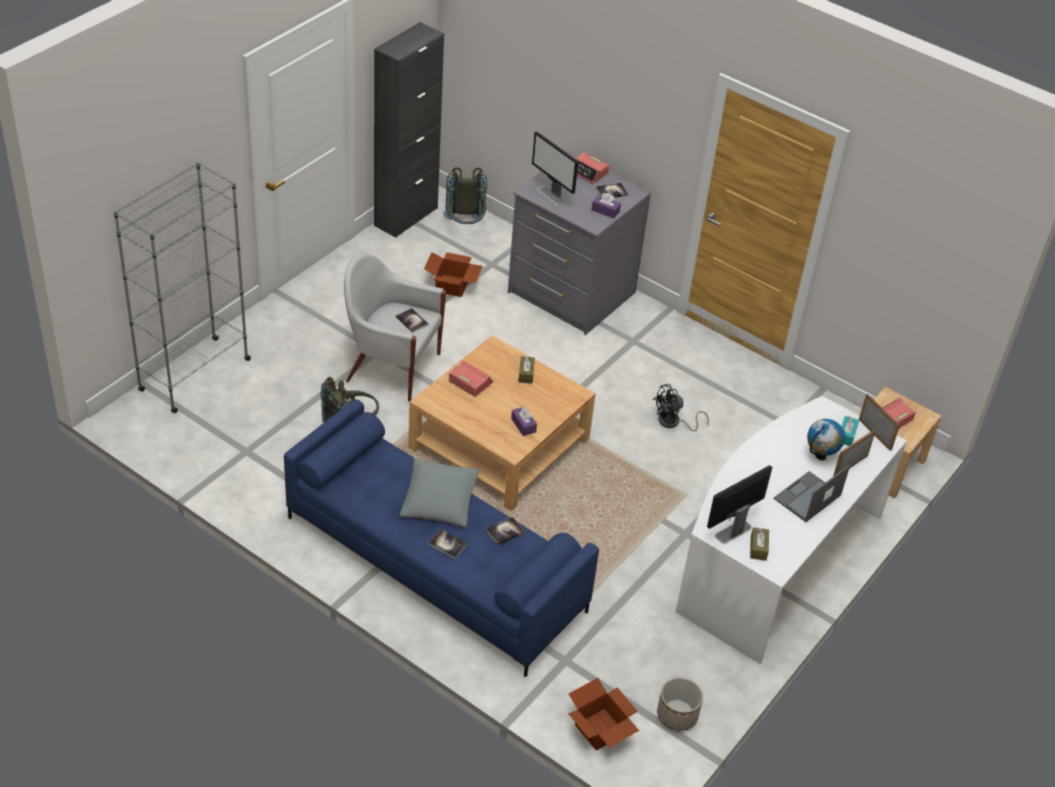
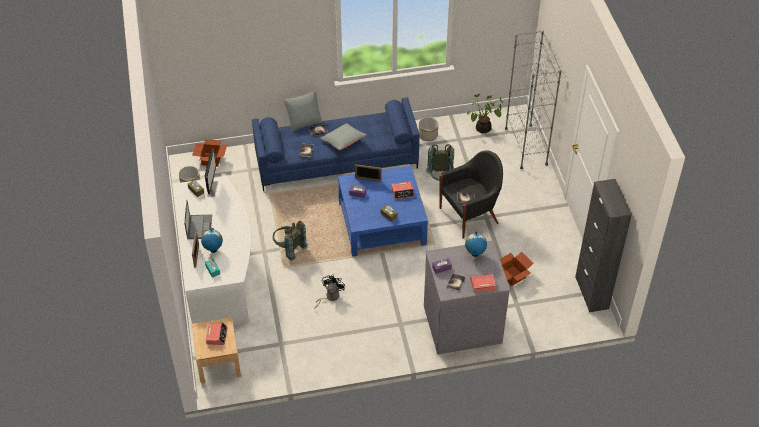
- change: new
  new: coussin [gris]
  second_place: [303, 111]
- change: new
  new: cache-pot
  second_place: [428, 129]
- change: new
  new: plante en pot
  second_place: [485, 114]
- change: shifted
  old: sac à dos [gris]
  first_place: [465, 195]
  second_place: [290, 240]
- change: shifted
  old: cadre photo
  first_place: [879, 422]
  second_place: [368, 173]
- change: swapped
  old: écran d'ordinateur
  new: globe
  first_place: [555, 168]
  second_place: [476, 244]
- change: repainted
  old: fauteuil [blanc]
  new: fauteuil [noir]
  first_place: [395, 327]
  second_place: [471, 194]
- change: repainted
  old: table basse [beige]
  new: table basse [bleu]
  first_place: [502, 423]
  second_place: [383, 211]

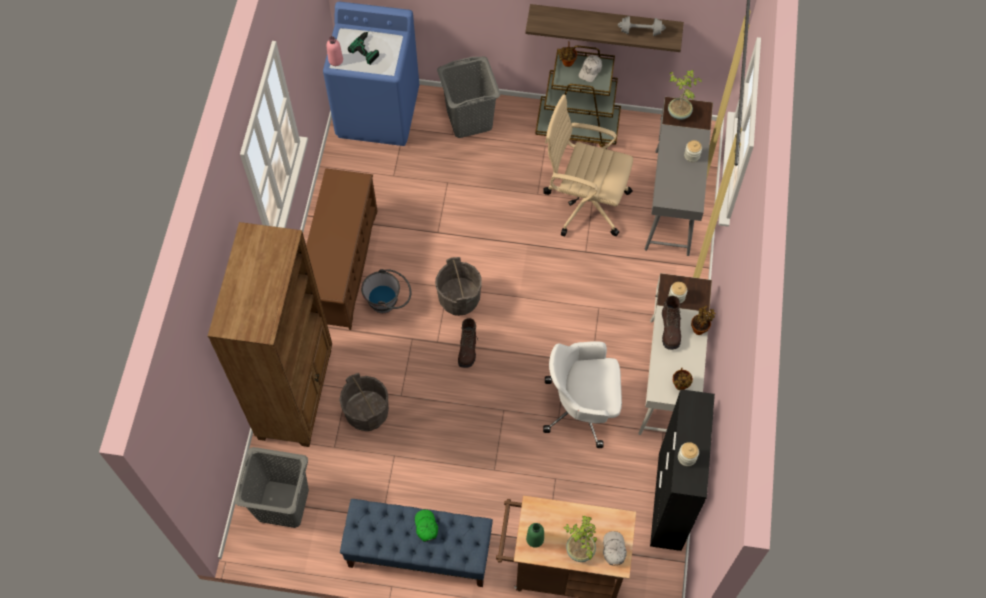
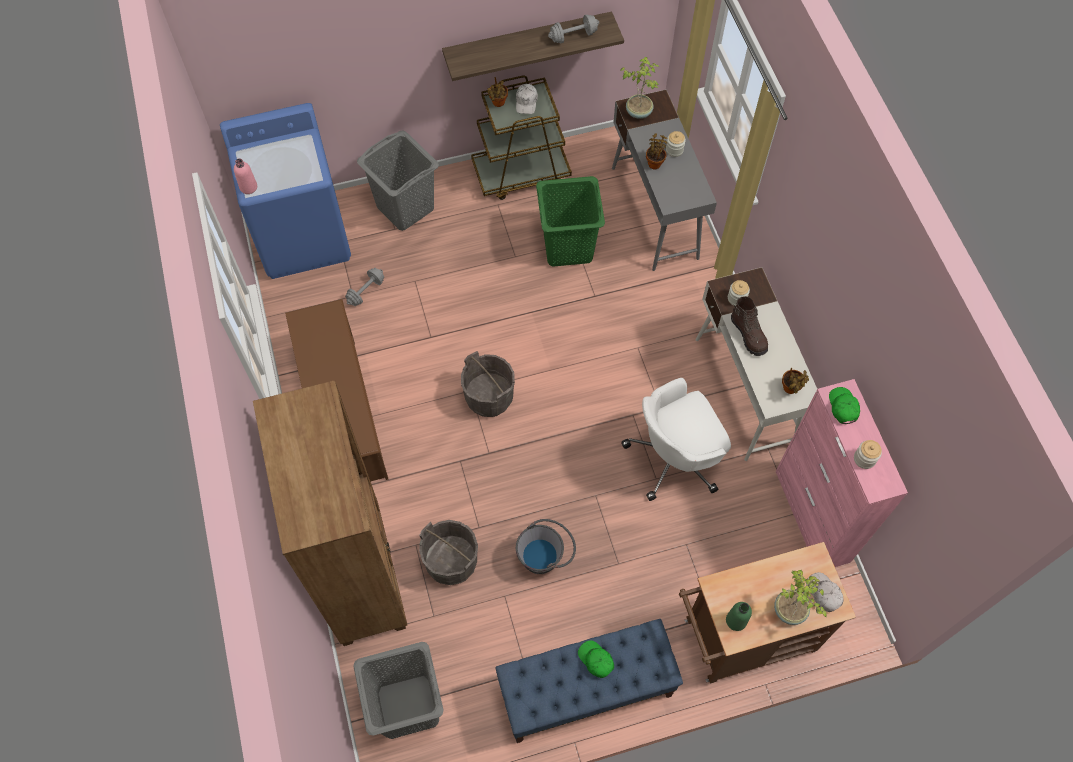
- change: gone
  old: perceuse
  first_place: [363, 47]
- change: gone
  old: botte [marron]
  first_place: [468, 343]
- change: new
  new: haltère [gris]
  second_place: [364, 287]
- change: new
  new: casquette [vert]
  second_place: [844, 405]
- change: shifted
  old: seau [gris]
  first_place: [386, 291]
  second_place: [546, 546]
- change: shifted
  old: plante en pot
  first_place: [703, 320]
  second_place: [657, 151]
- change: swapped
  old: chaise de bureau [beige]
  new: panier à linge [vert]
  first_place: [588, 165]
  second_place: [570, 221]
- change: repainted
  old: meuble de rangement [noir]
  new: meuble de rangement [rose]
  first_place: [682, 470]
  second_place: [841, 473]

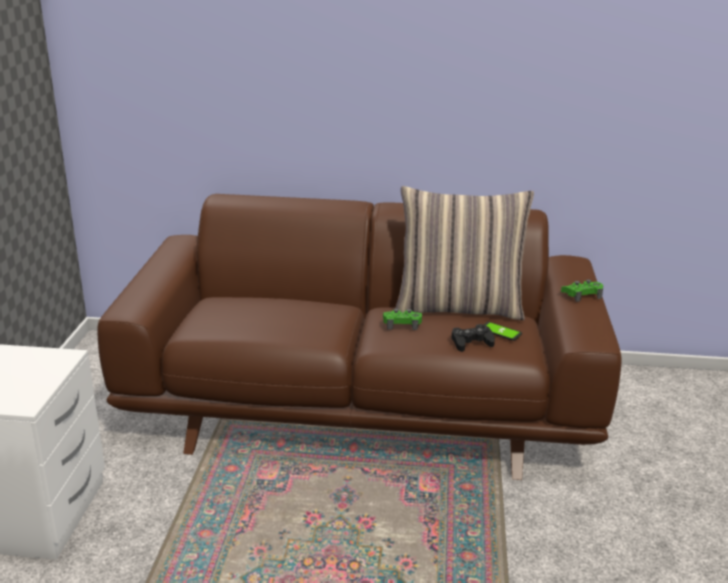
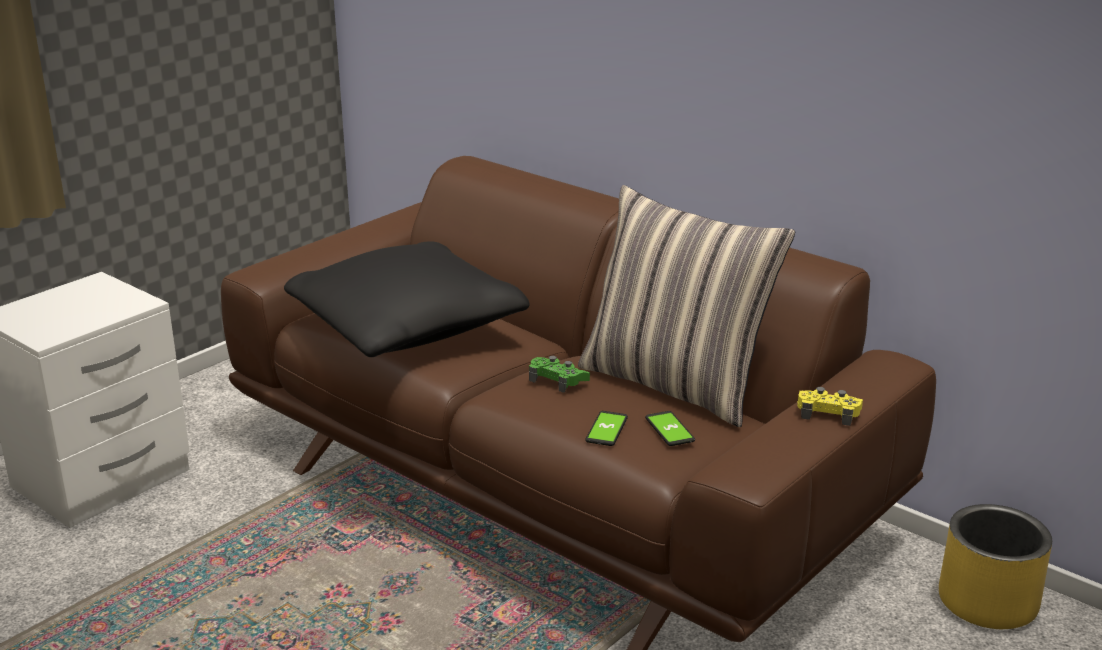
- change: new
  new: coussin [noir]
  second_place: [407, 299]
- change: new
  new: cache-pot [jaune]
  second_place: [995, 566]
- change: swapped
  old: manette [noir]
  new: téléphone
  first_place: [473, 338]
  second_place: [606, 428]
- change: repainted
  old: manette [vert]
  new: manette [jaune]
  first_place: [582, 290]
  second_place: [830, 406]

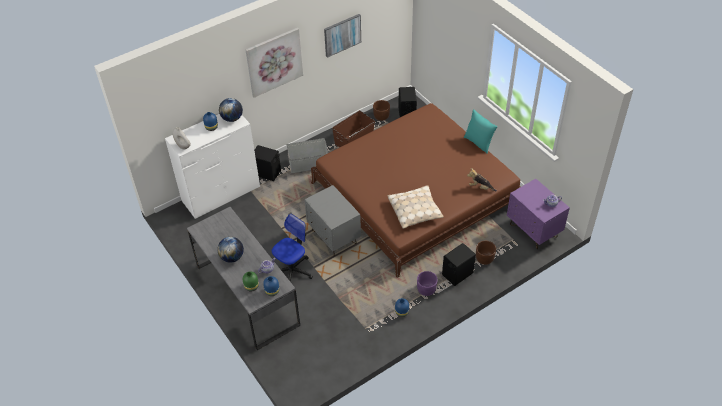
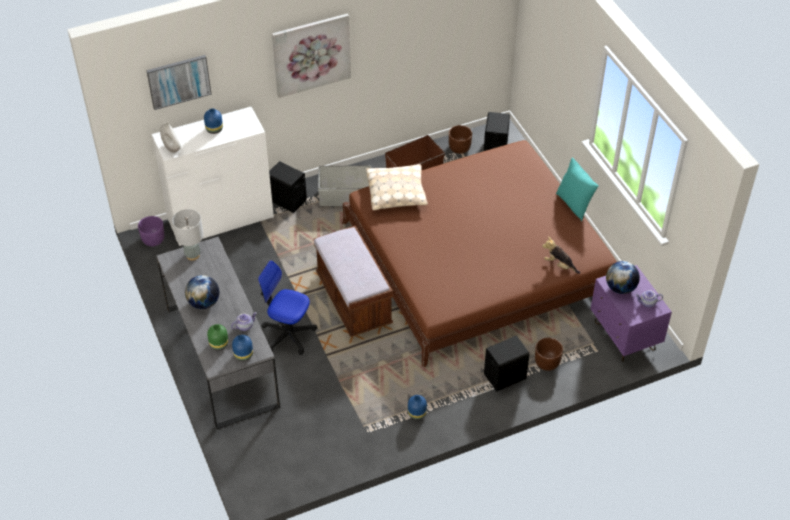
- change: new
  new: lampe de table [gris]
  second_place: [188, 234]
- change: shifted
  old: globe
  first_place: [231, 110]
  second_place: [623, 277]
- change: shifted
  old: tableau
  first_place: [342, 36]
  second_place: [179, 82]
- change: shifted
  old: coussin [beige]
  first_place: [416, 207]
  second_place: [397, 187]
- change: shifted
  old: cache-pot [violet]
  first_place: [427, 283]
  second_place: [151, 231]
- change: swapped
  old: table de chevet [gris]
  new: banc [marron]
  first_place: [332, 220]
  second_place: [353, 281]
- change: rotated
  old: chaise de bureau
  first_place: [292, 247]
  second_place: [287, 307]
  degrees: -120

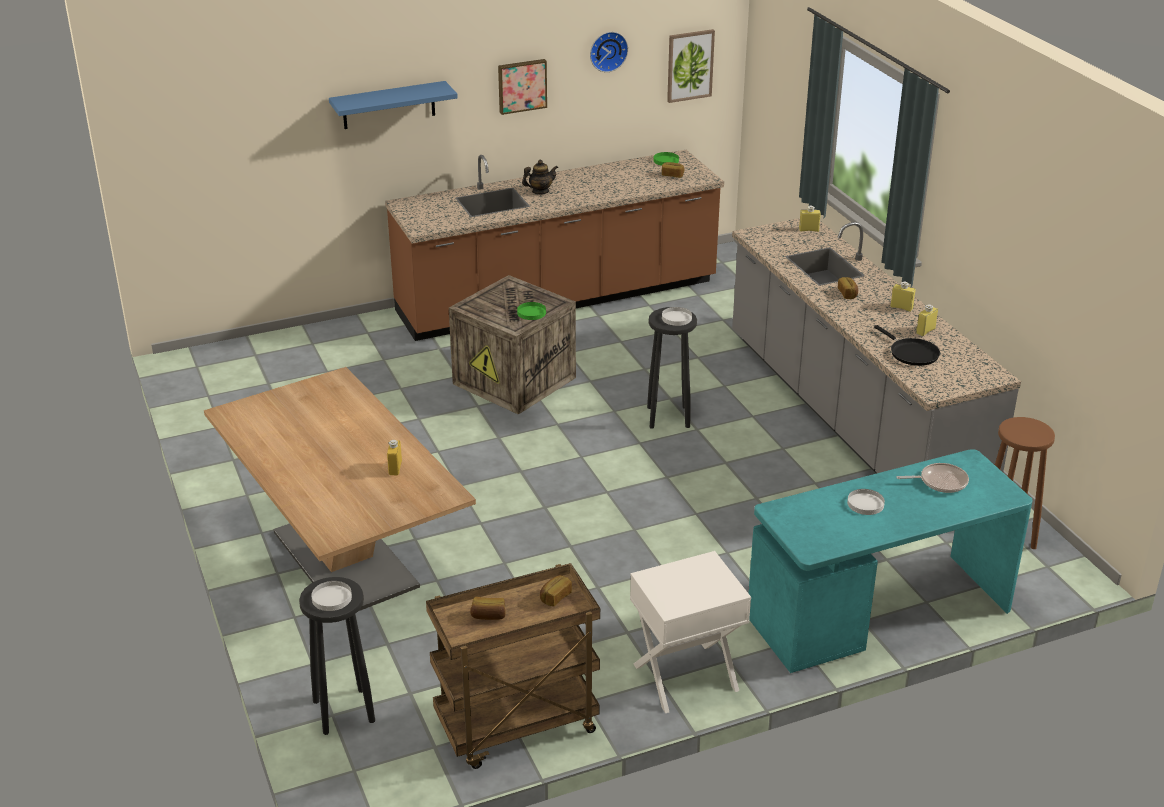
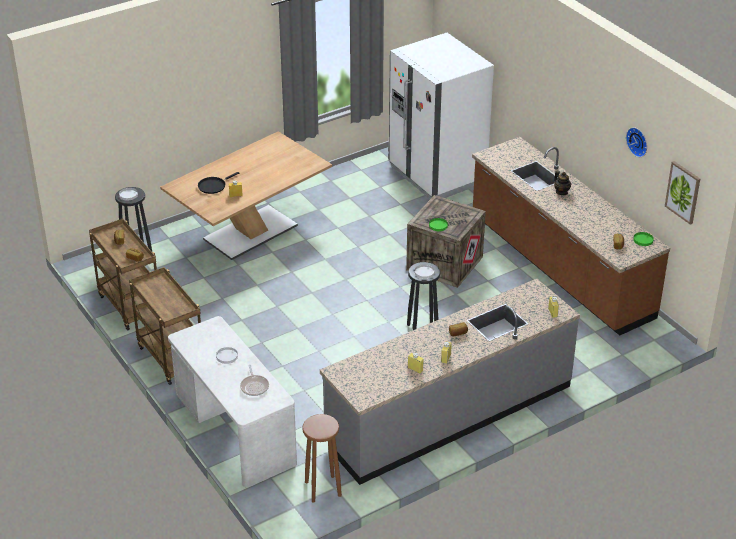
- change: gone
  old: étagère [bleu]
  first_place: [393, 105]
- change: gone
  old: tableau
  first_place: [522, 87]
- change: new
  new: réfrigérateur [blanc]
  second_place: [441, 116]
- change: shifted
  old: poêle [noir]
  first_place: [907, 345]
  second_place: [218, 183]
- change: swapped
  old: table de chevet [blanc]
  new: chariot [marron]
  first_place: [690, 632]
  second_place: [165, 326]
- change: repainted
  old: bureau [turquoise]
  new: bureau [blanc]
  first_place: [890, 561]
  second_place: [232, 401]

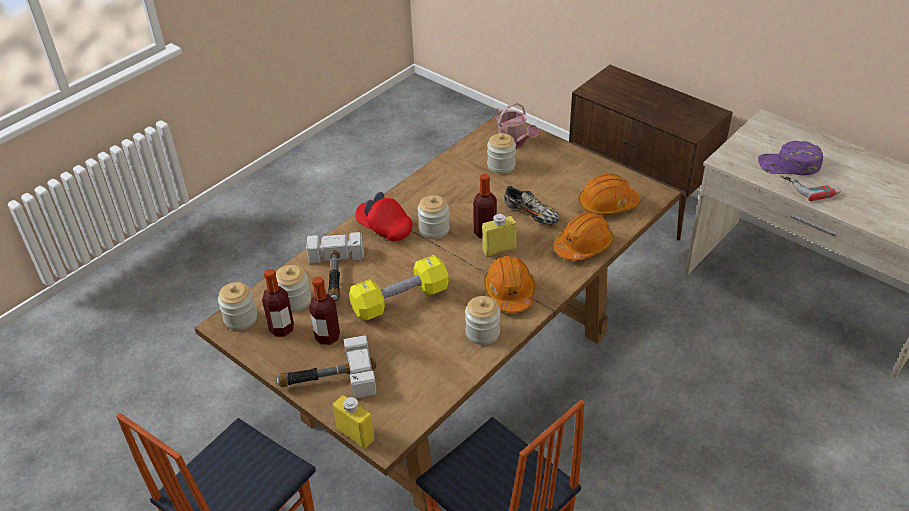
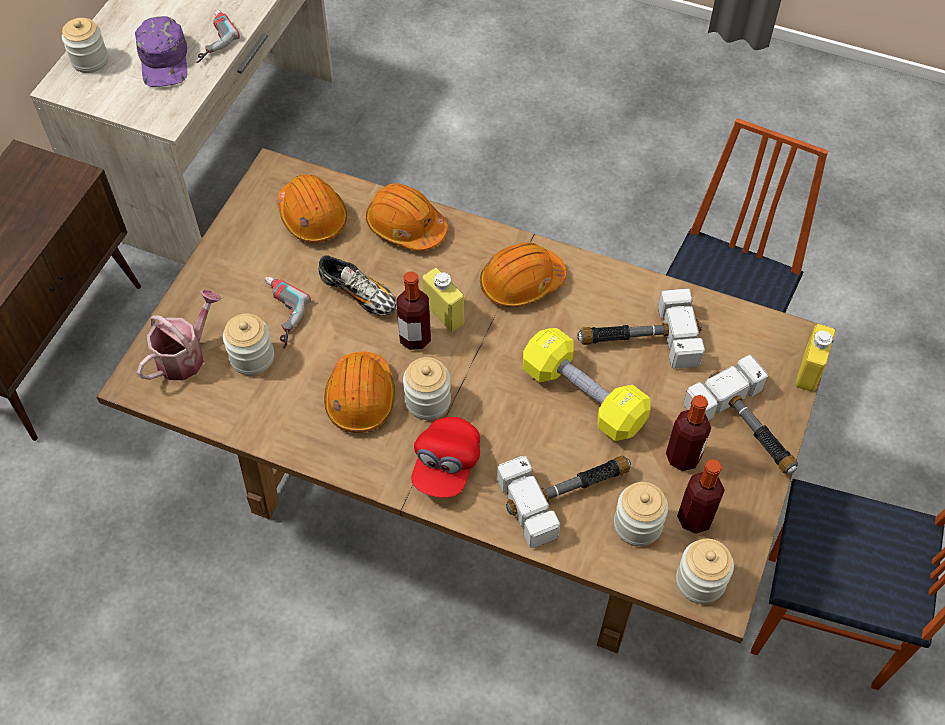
- change: new
  new: perceuse
  second_place: [288, 313]
- change: new
  new: casque de chantier [orange]
  second_place: [359, 392]
- change: new
  new: marteau
  second_place: [641, 328]
- change: shifted
  old: bocal
  first_place: [482, 320]
  second_place: [85, 45]
- change: rotated
  old: chaussure
  first_place: [532, 205]
  second_place: [357, 285]
  degrees: 105

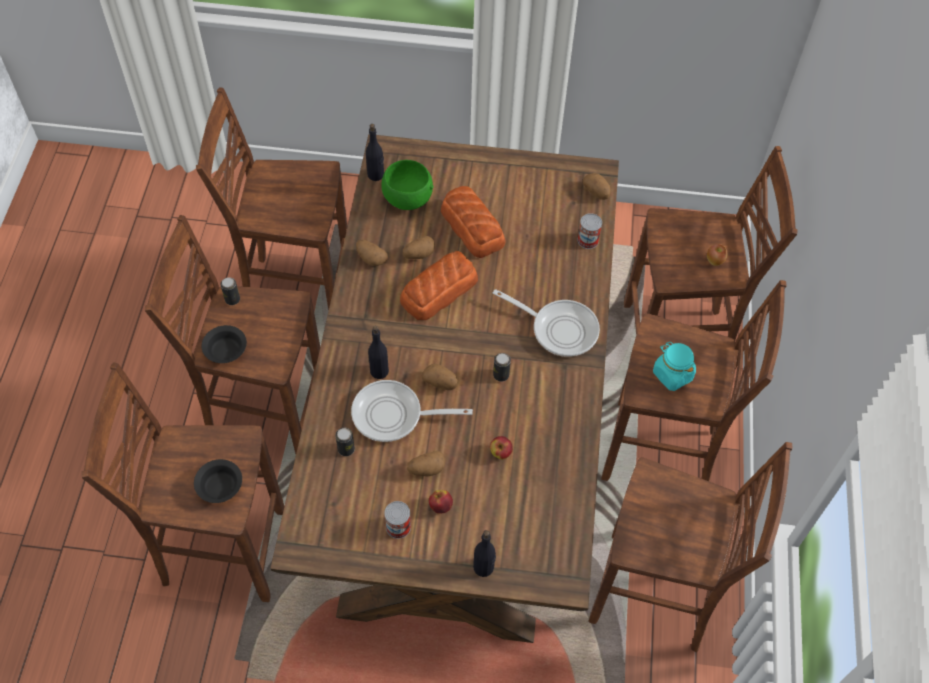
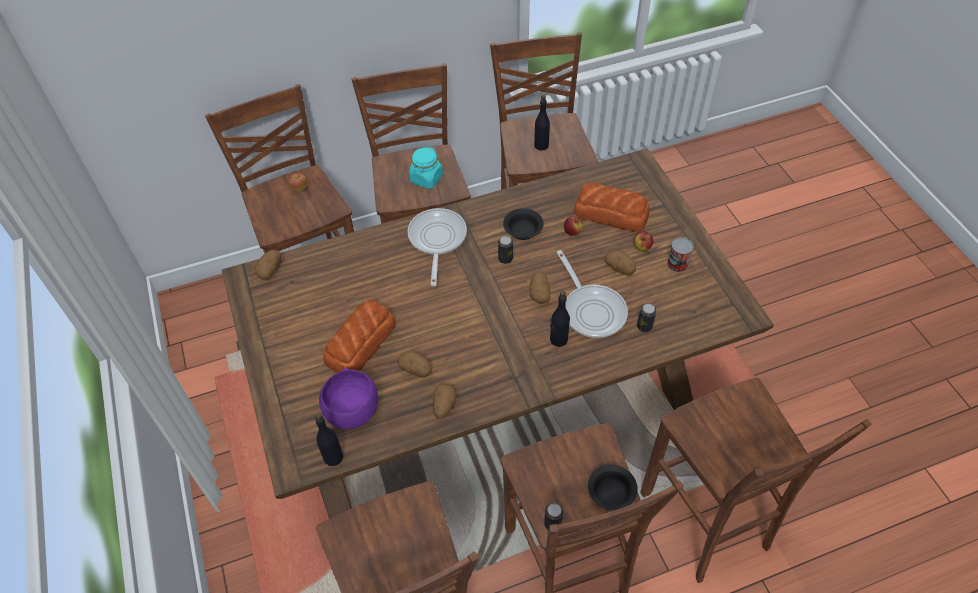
- change: gone
  old: boîte métallique
  first_place: [589, 231]
- change: shifted
  old: bol [noir]
  first_place: [218, 481]
  second_place: [523, 224]
- change: shifted
  old: pain
  first_place: [439, 285]
  second_place: [611, 207]
- change: shifted
  old: bouteille [noir]
  first_place: [484, 553]
  second_place: [542, 123]
- change: repainted
  old: bol [vert]
  new: bol [violet]
  first_place: [407, 185]
  second_place: [348, 398]

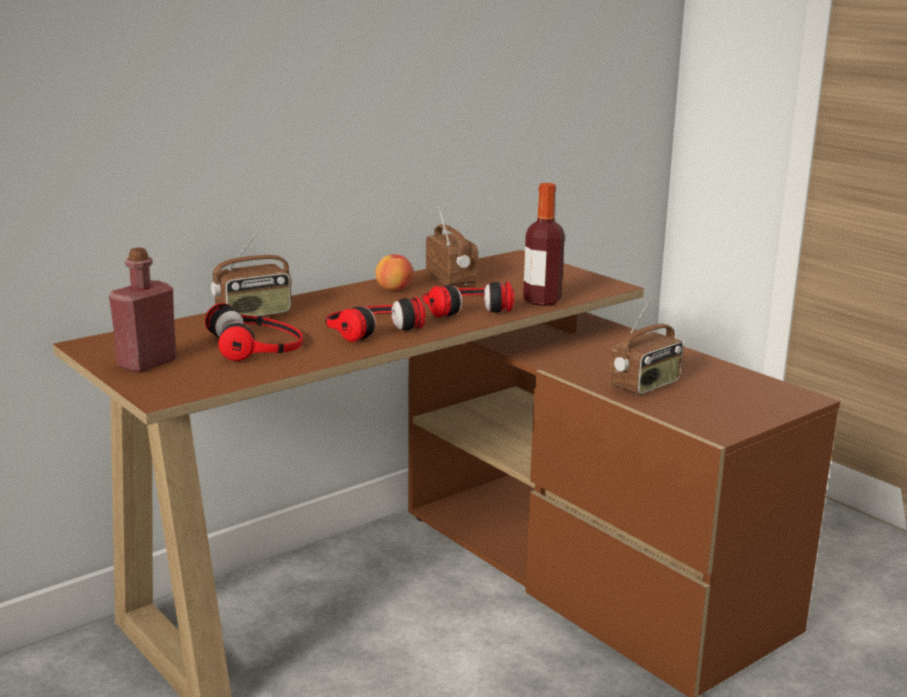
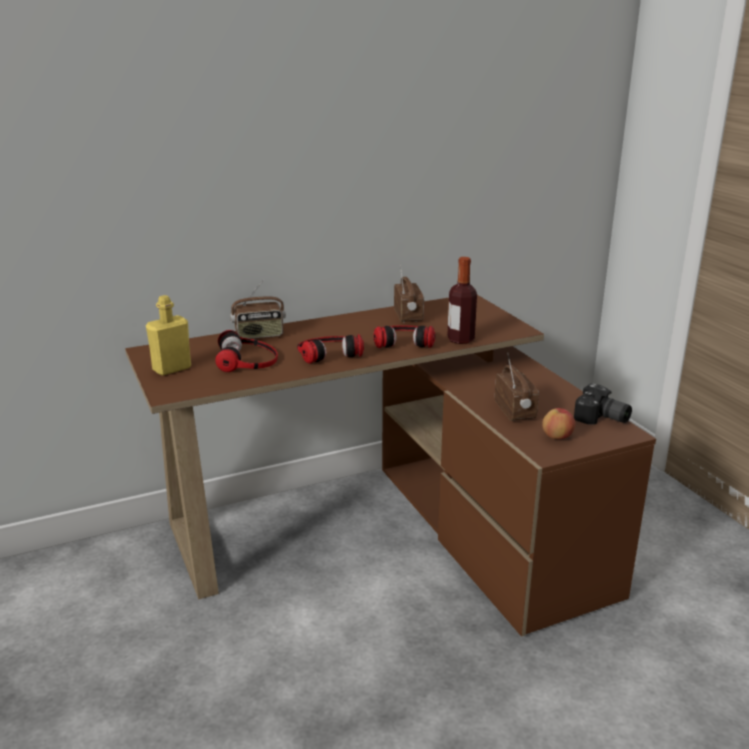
- change: new
  new: appareil photo
  second_place: [603, 404]
- change: shifted
  old: pomme
  first_place: [394, 272]
  second_place: [559, 423]
- change: repainted
  old: bouteille [rouge]
  new: bouteille [jaune]
  first_place: [143, 310]
  second_place: [168, 335]
- change: rotated
  old: radio
  first_place: [647, 347]
  second_place: [517, 386]
  degrees: -75

